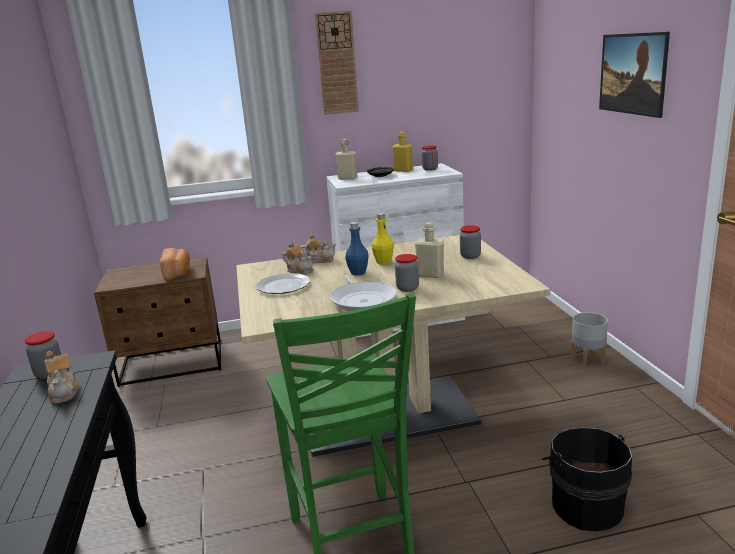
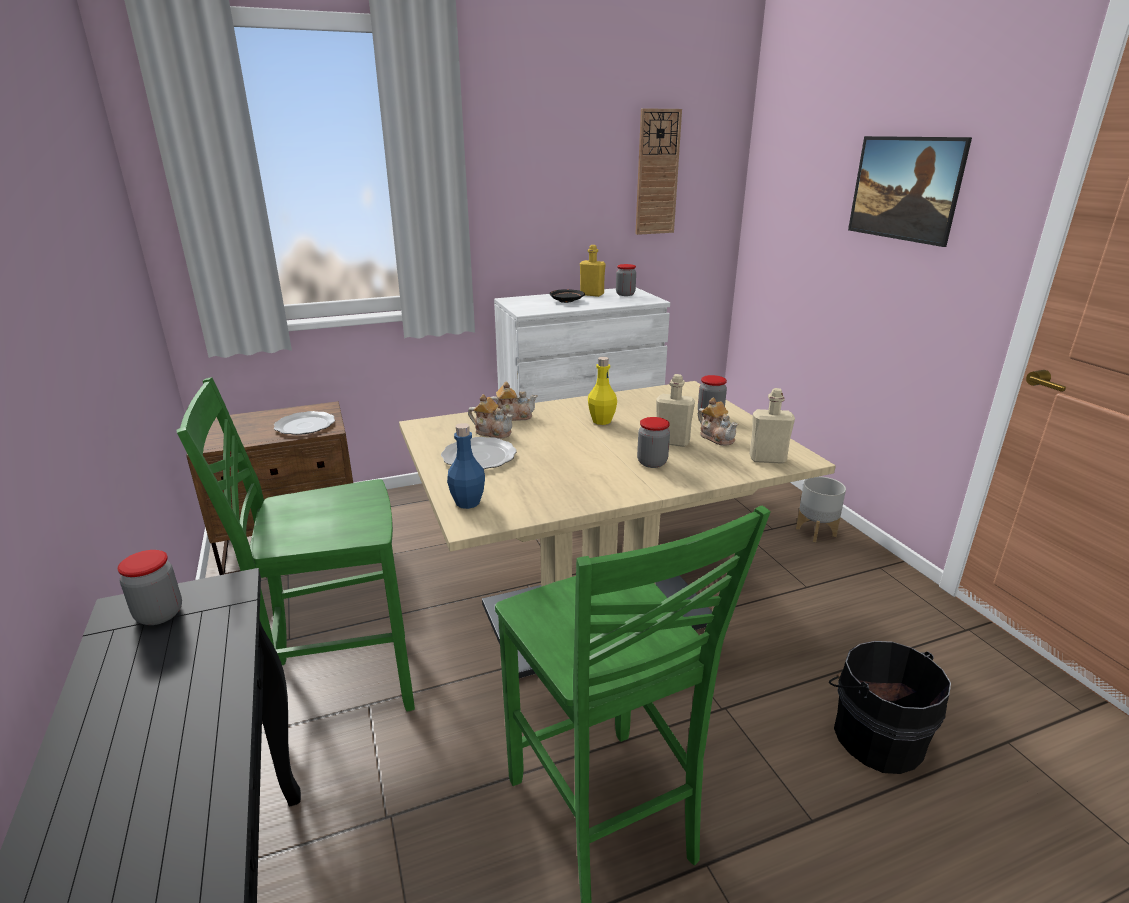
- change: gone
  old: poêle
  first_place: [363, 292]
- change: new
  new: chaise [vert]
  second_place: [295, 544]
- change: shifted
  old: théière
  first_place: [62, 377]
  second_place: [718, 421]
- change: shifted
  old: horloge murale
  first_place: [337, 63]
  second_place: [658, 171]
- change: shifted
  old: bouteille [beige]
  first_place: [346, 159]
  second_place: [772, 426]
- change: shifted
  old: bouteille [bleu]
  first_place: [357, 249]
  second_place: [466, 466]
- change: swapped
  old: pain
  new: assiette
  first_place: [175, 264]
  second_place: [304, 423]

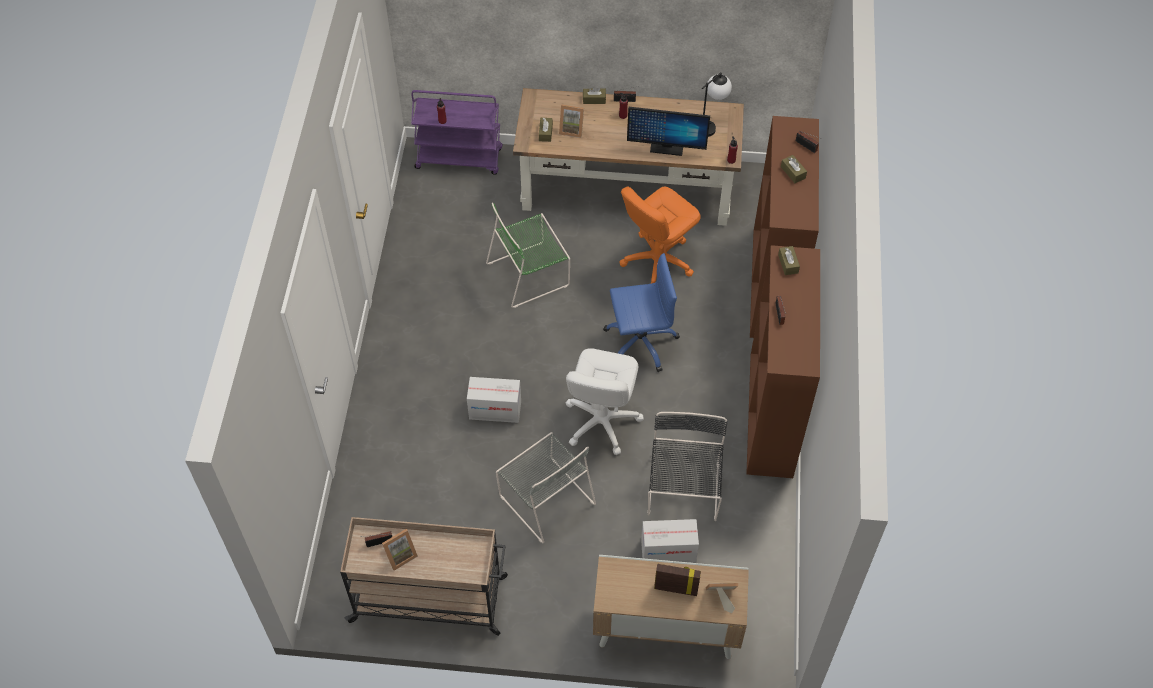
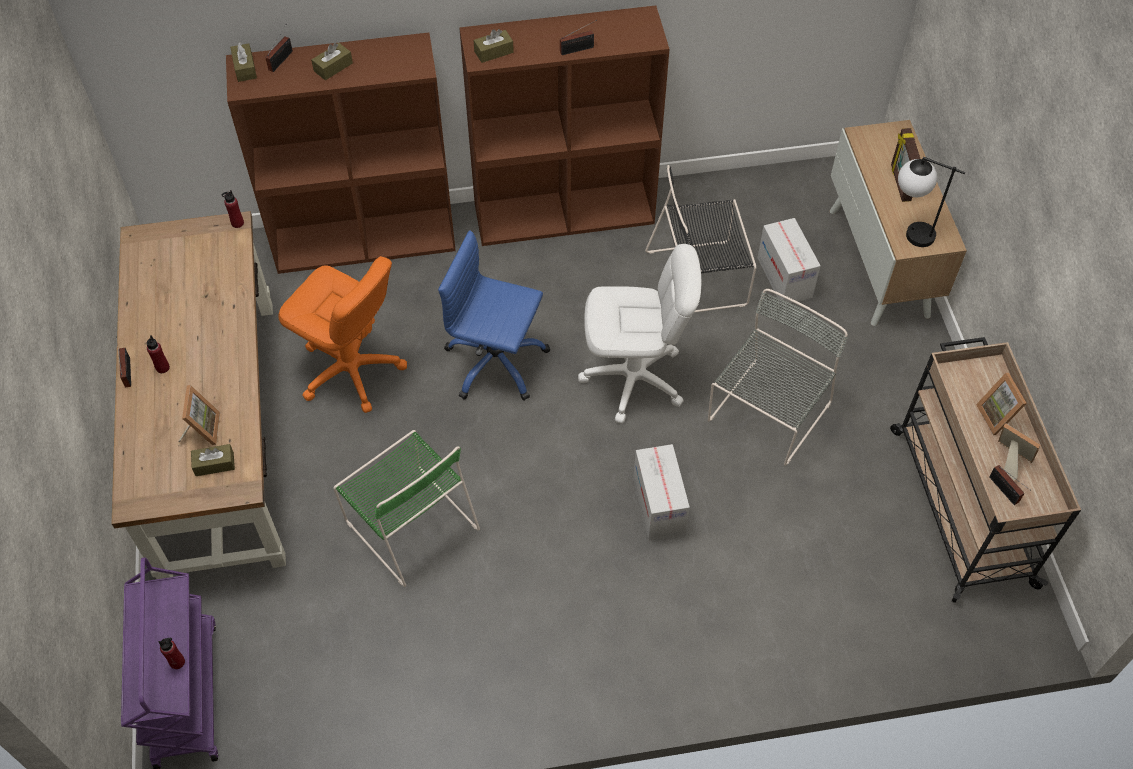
- change: gone
  old: écran d'ordinateur
  first_place: [668, 131]
- change: shifted
  old: boîte à mouchoirs [marron]
  first_place: [594, 95]
  second_place: [243, 62]
- change: shifted
  old: lampe de table
  first_place: [717, 104]
  second_place: [931, 201]
- change: shifted
  old: cadre photo
  first_place: [722, 598]
  second_place: [1001, 404]
- change: rotated
  old: chaise de bureau [bleu]
  first_place: [641, 312]
  second_place: [494, 315]
  degrees: -45

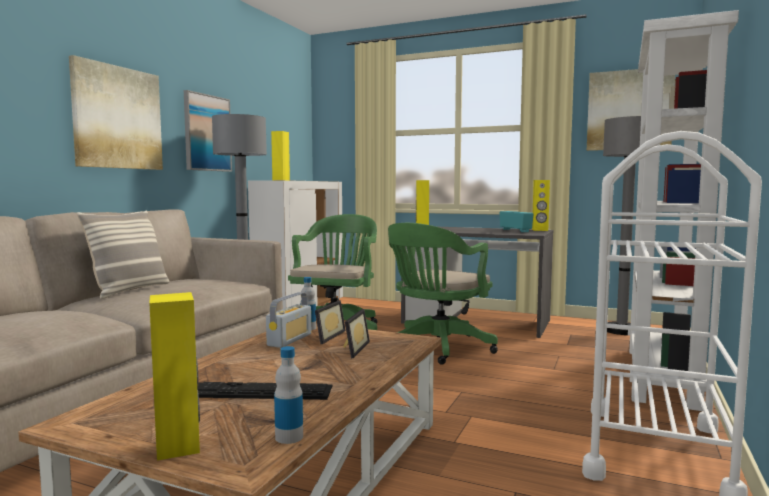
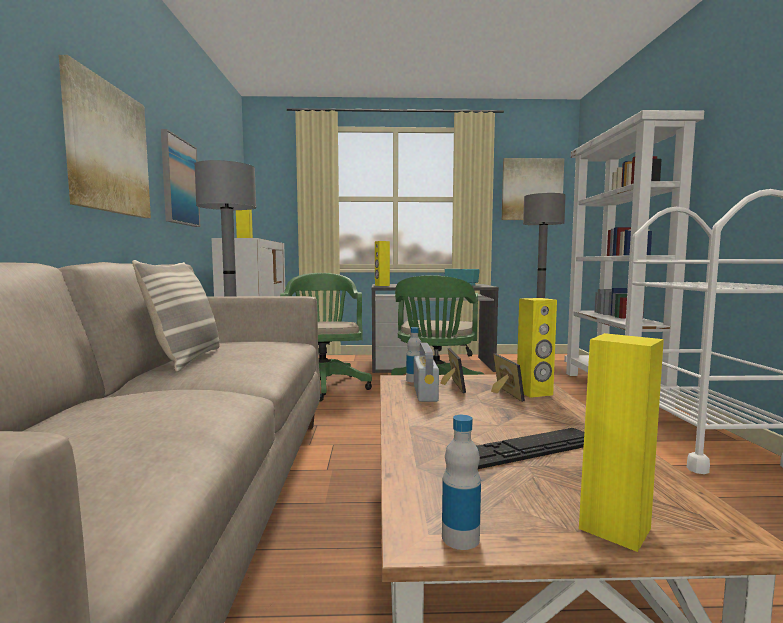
- change: shifted
  old: bouteille
  first_place: [288, 395]
  second_place: [461, 482]
- change: shifted
  old: enceinte [jaune]
  first_place: [541, 205]
  second_place: [537, 348]

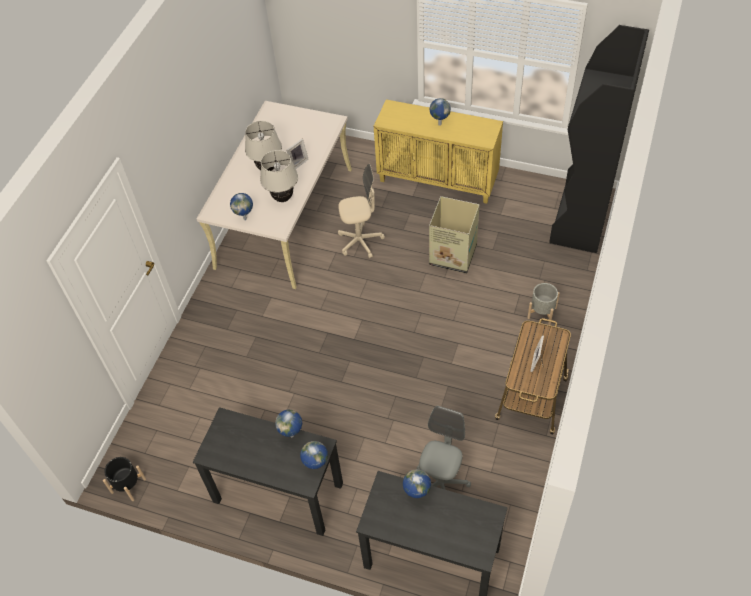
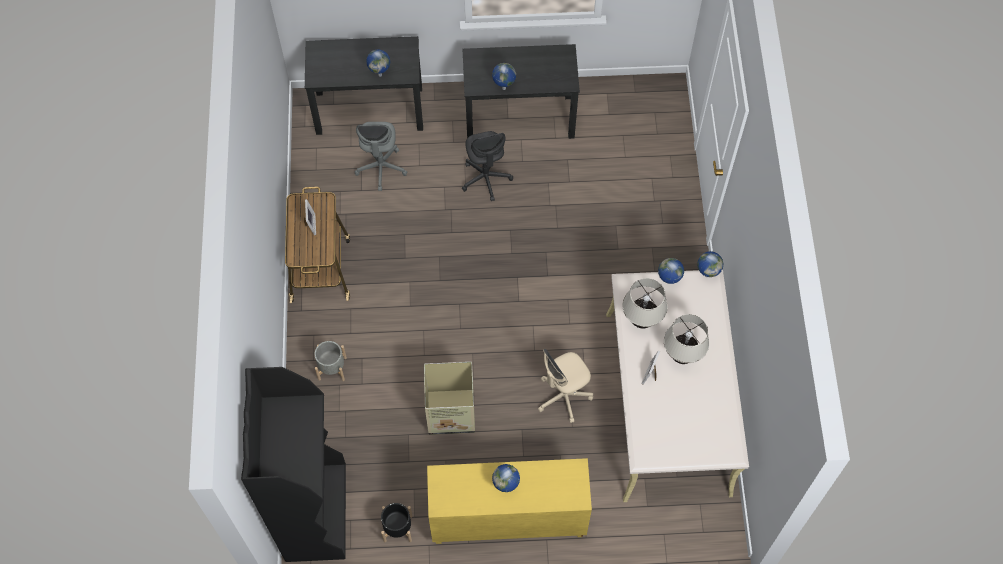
- change: new
  new: chaise de bureau [gris]
  second_place: [487, 166]
- change: shifted
  old: cache-pot [noir]
  first_place: [124, 479]
  second_place: [396, 522]
- change: shifted
  old: globe
  first_place: [314, 455]
  second_place: [710, 264]

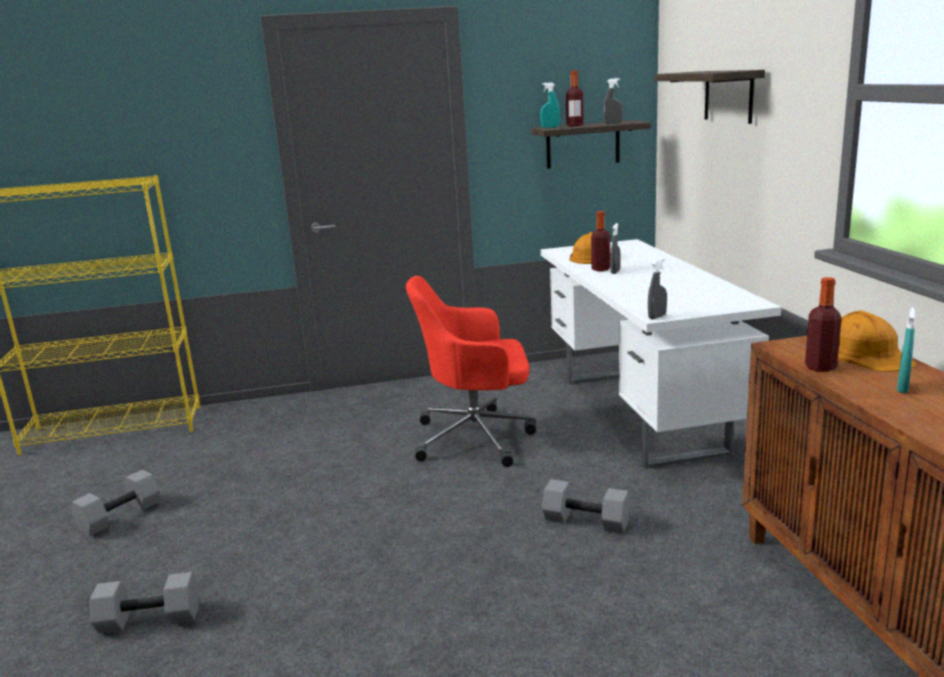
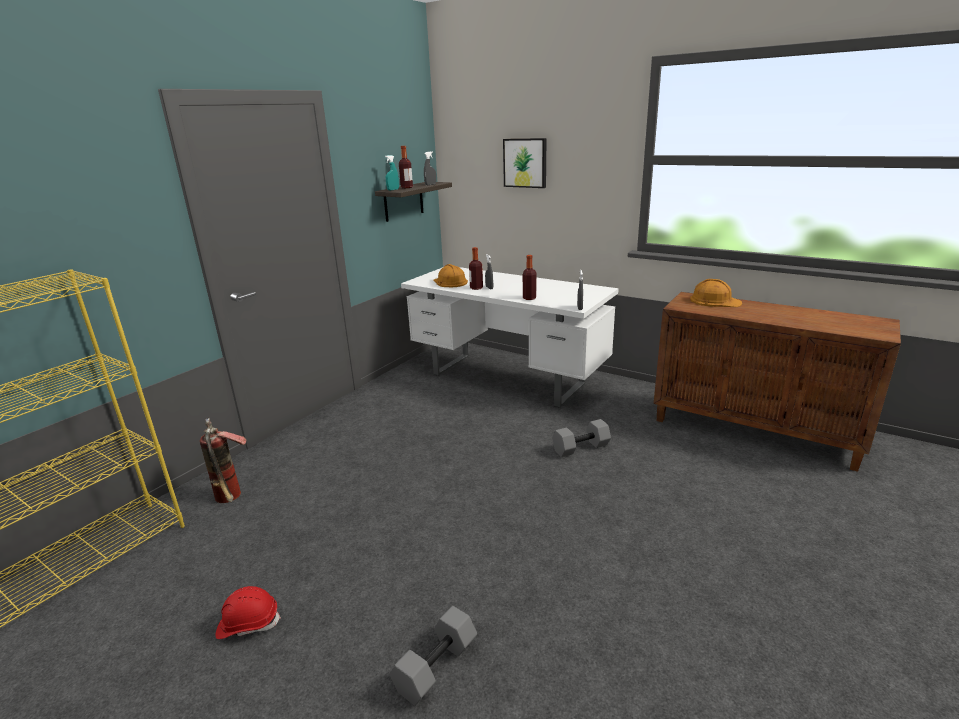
- change: gone
  old: chaise de bureau [rouge]
  first_place: [471, 371]
- change: gone
  old: vaporisateur [turquoise]
  first_place: [906, 350]
- change: new
  new: extincteur
  second_place: [223, 460]
- change: shifted
  old: bouteille
  first_place: [823, 324]
  second_place: [529, 277]
- change: swapped
  old: haltère [gris]
  new: casque de chantier [rouge]
  first_place: [116, 503]
  second_place: [248, 612]
- change: swapped
  old: étagère
  new: tableau
  first_place: [709, 97]
  second_place: [524, 163]

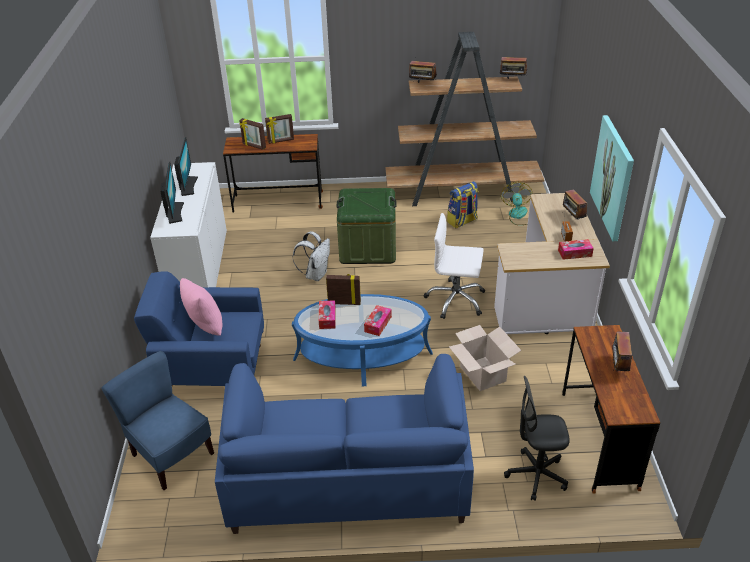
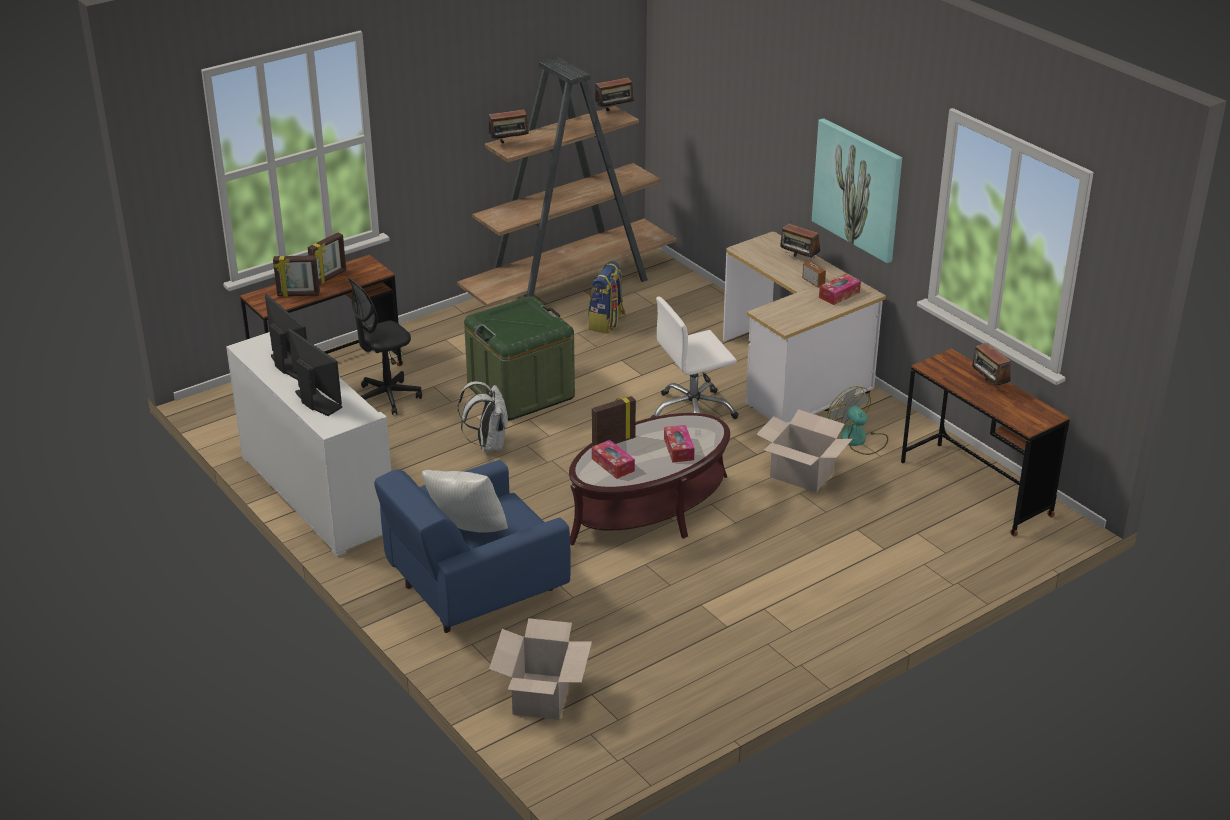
- change: gone
  old: canapé [bleu]
  first_place: [344, 444]
- change: shifted
  old: ventilateur
  first_place: [516, 203]
  second_place: [858, 420]
- change: shifted
  old: chaise de bureau [noir]
  first_place: [537, 438]
  second_place: [385, 346]
- change: swapped
  old: chaise [bleu]
  new: carton
  first_place: [157, 420]
  second_place: [540, 669]
- change: repainted
  old: coussin [rose]
  new: coussin [blanc]
  first_place: [201, 307]
  second_place: [465, 501]
- change: repainted
  old: table basse [bleu]
  new: table basse [marron]
  first_place: [362, 340]
  second_place: [649, 479]

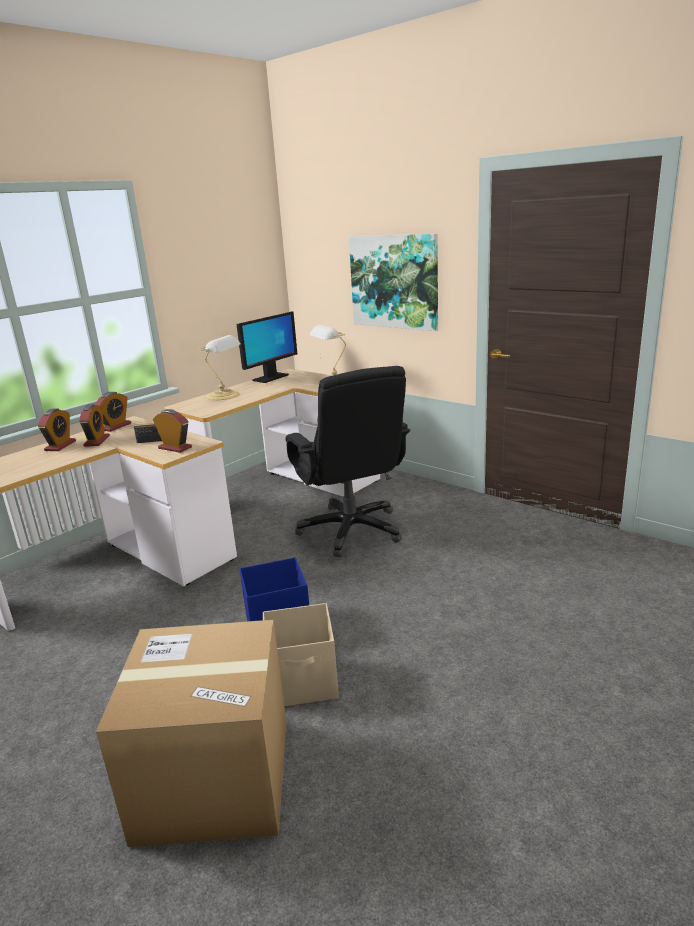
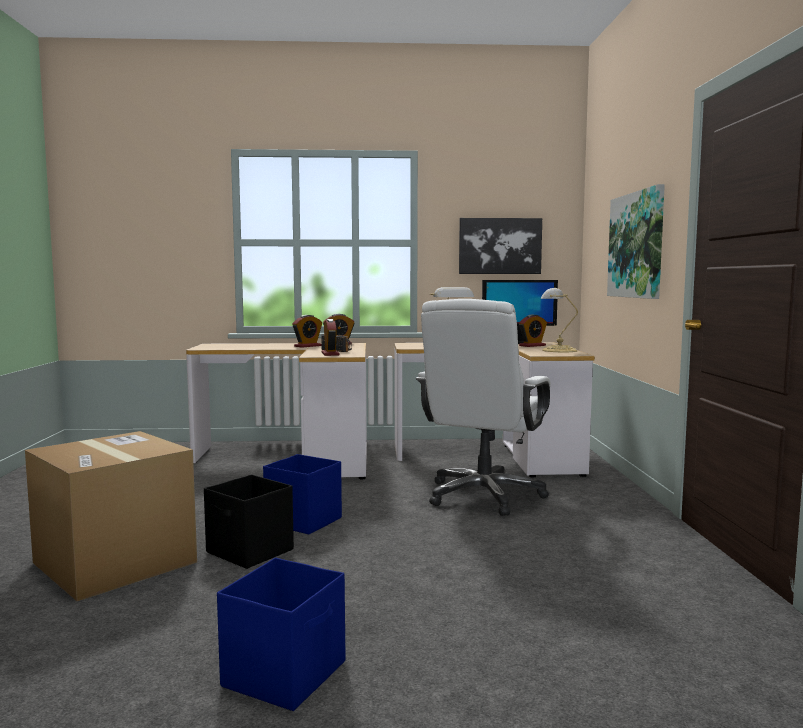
- change: new
  new: boîte de rangement [bleu]
  second_place: [281, 634]
- change: new
  new: tableau
  second_place: [500, 246]
- change: shifted
  old: réveil
  first_place: [57, 430]
  second_place: [533, 330]
- change: repainted
  old: boîte de rangement [beige]
  new: boîte de rangement [noir]
  first_place: [301, 654]
  second_place: [249, 522]
- change: repainted
  old: chaise de bureau [noir]
  new: chaise de bureau [blanc]
  first_place: [347, 461]
  second_place: [483, 407]

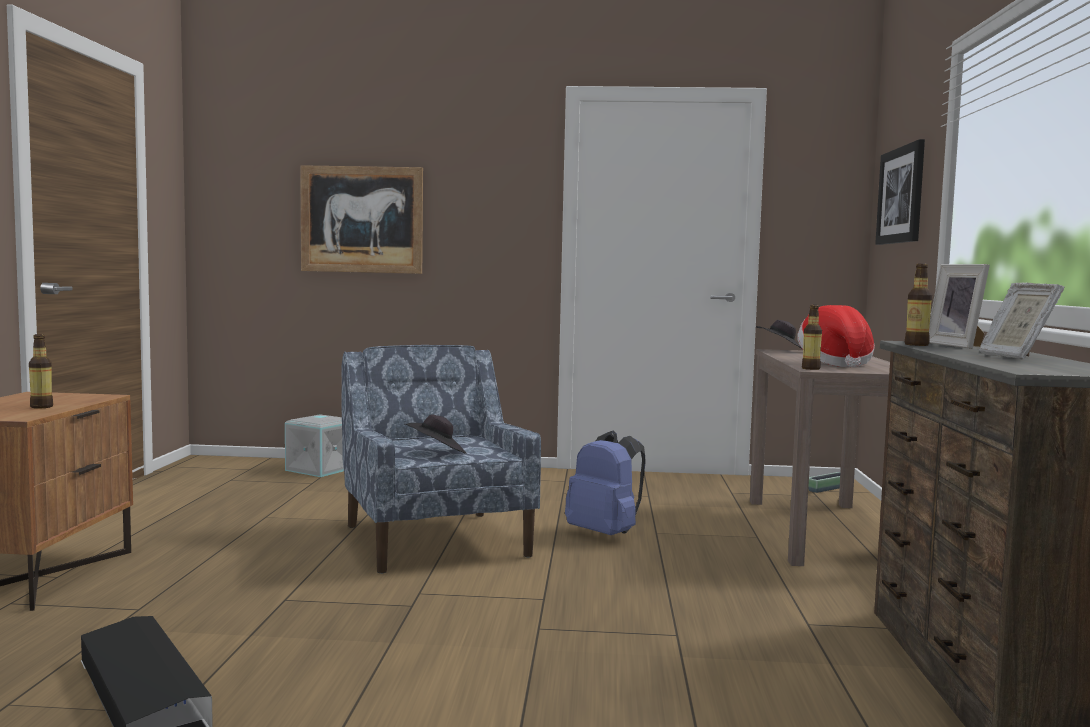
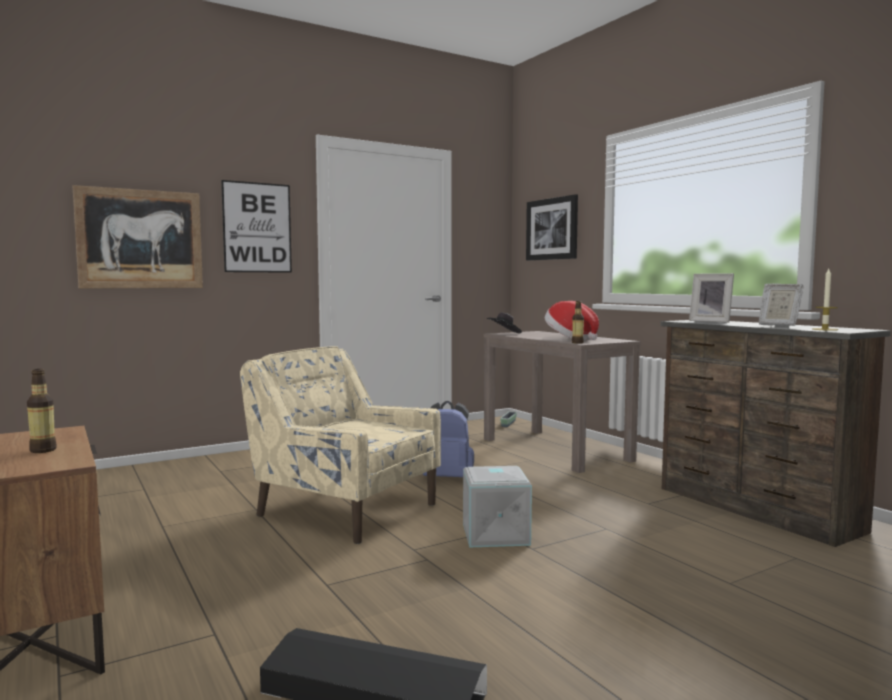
- change: gone
  old: chapeau [noir]
  first_place: [436, 434]
- change: gone
  old: bouteille
  first_place: [918, 304]
- change: new
  new: tableau
  second_place: [256, 226]
- change: new
  new: bougie
  second_place: [825, 300]
- change: shifted
  old: boîte de rangement [gris]
  first_place: [314, 445]
  second_place: [497, 507]
- change: repainted
  old: fauteuil [bleu]
  new: fauteuil [beige]
  first_place: [441, 459]
  second_place: [340, 445]

